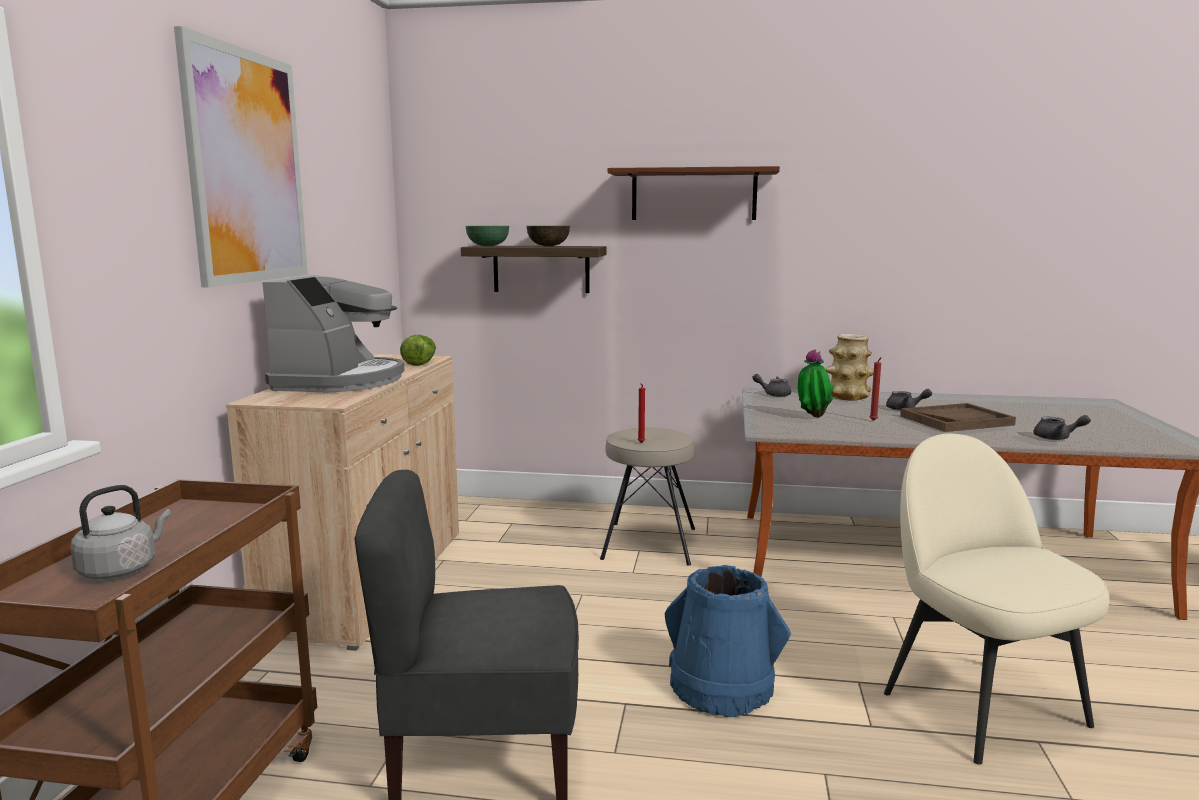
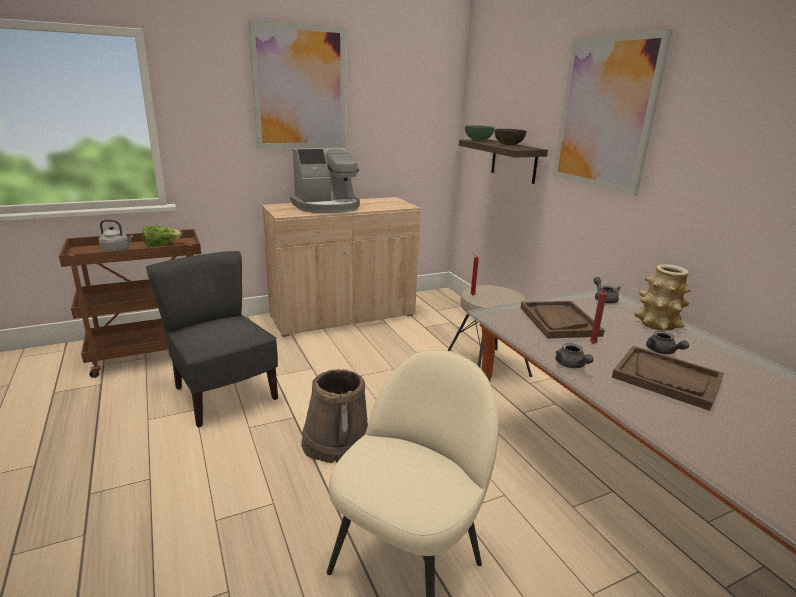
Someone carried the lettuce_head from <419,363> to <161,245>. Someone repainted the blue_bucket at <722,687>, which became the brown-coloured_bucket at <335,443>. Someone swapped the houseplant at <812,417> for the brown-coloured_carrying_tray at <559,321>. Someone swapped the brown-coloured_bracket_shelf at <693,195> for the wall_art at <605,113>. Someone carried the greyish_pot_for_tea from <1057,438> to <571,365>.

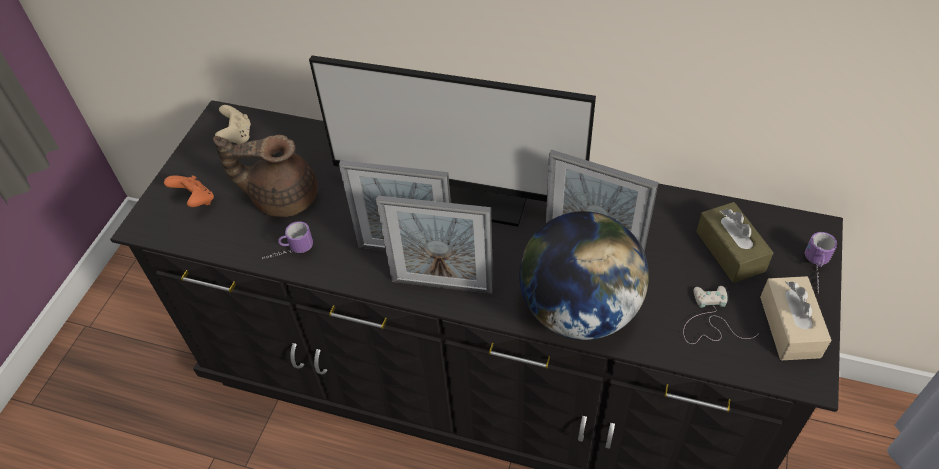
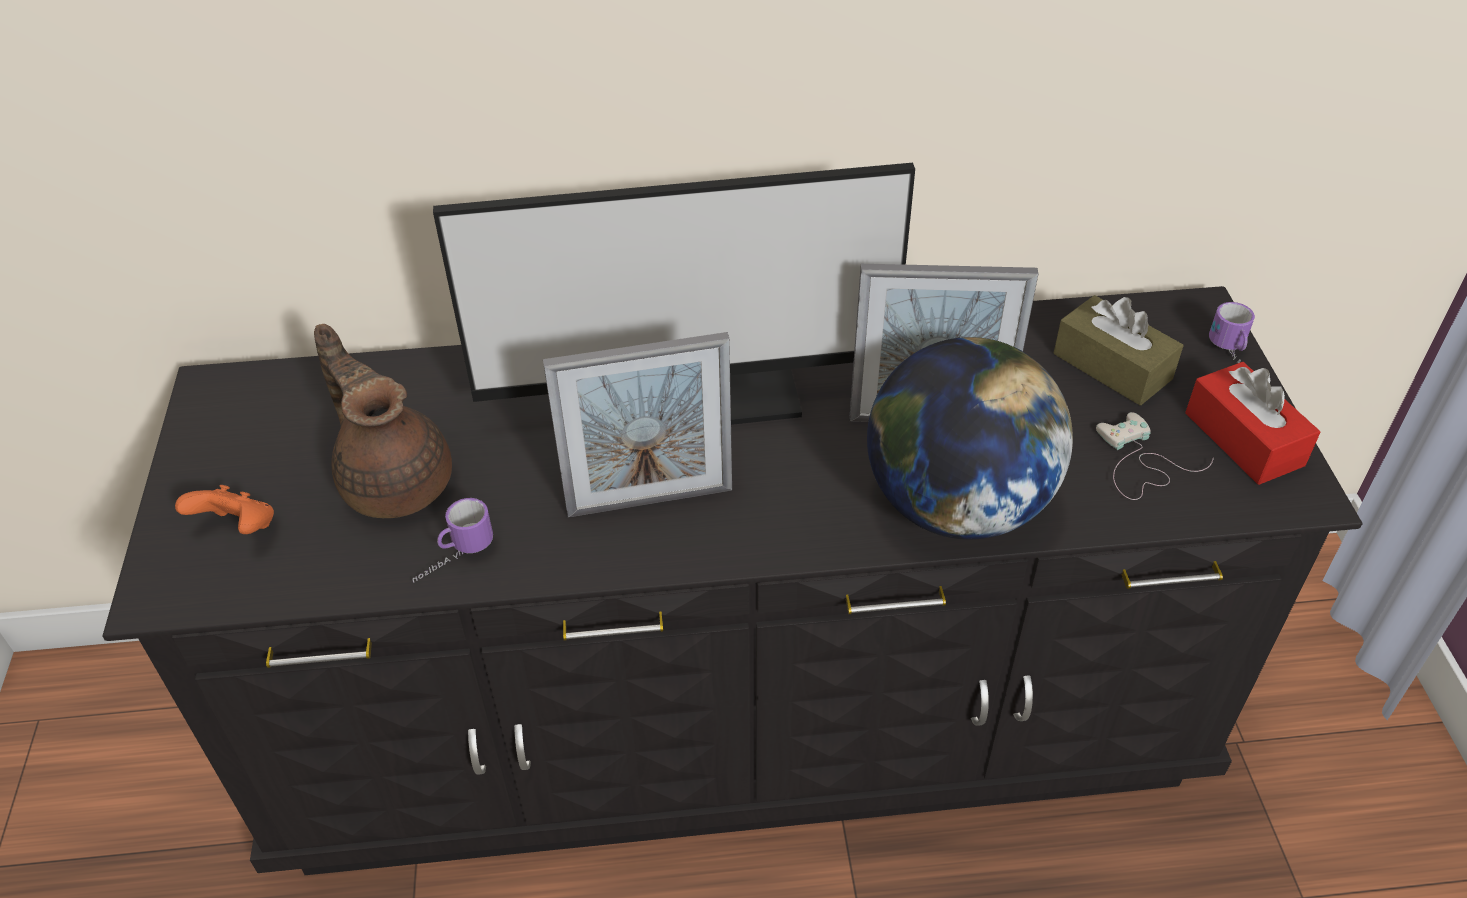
Someone rotated the brown-coloured_pot_for_tea at <283,197> by 75 degrees clockwise. Someone repainted the sand-coloured_tissue_holder at <789,326>, which became the red_tissue_holder at <1243,439>. Someone took away the sand-coloured_game_controller at <237,136>. Someone took away the standing_frame at <442,285>.

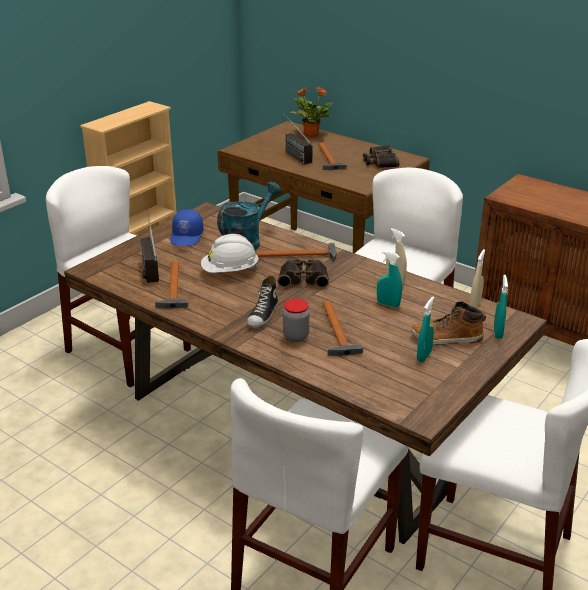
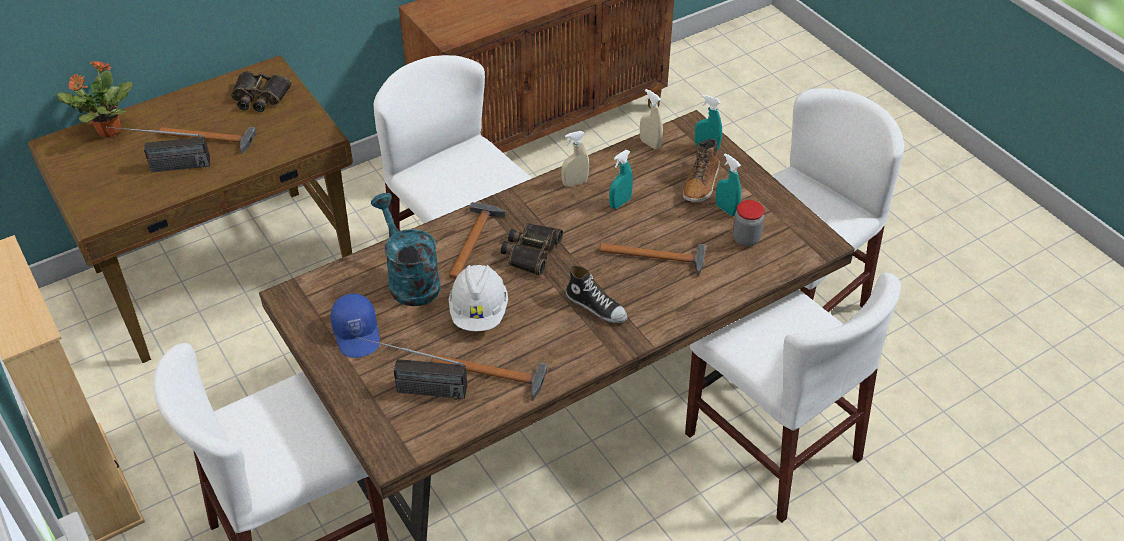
Someone rotated the blue_cap at <187,237> by 45 degrees clockwise. Someone carried the storage_jar from <296,336> to <746,239>.

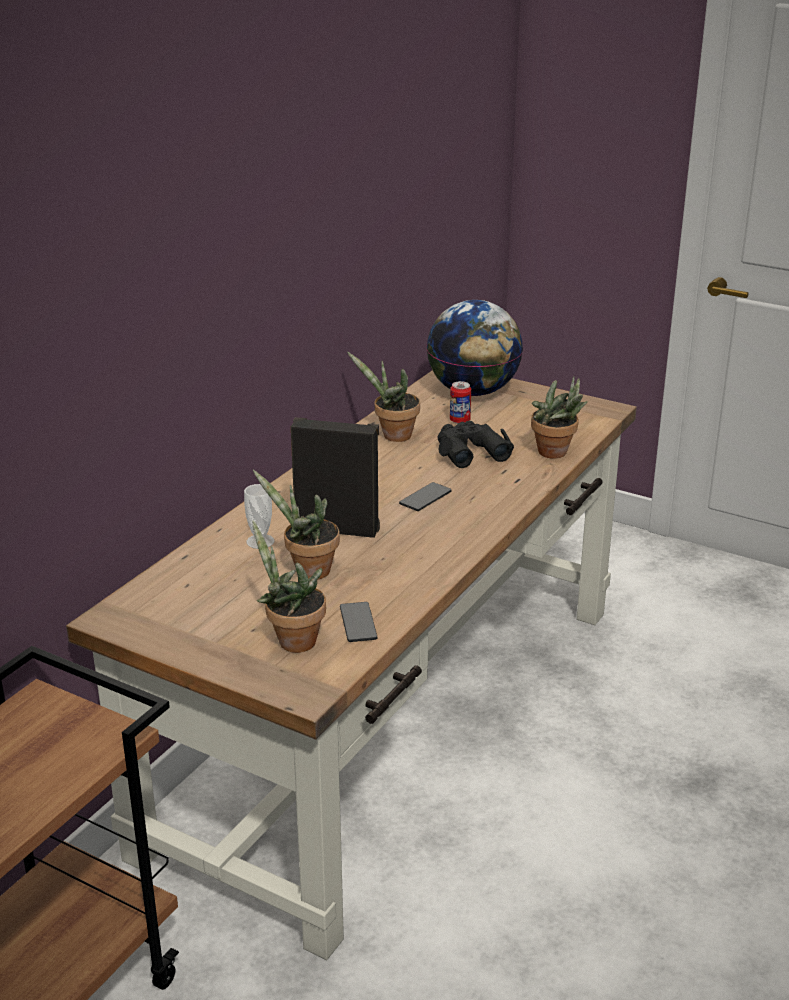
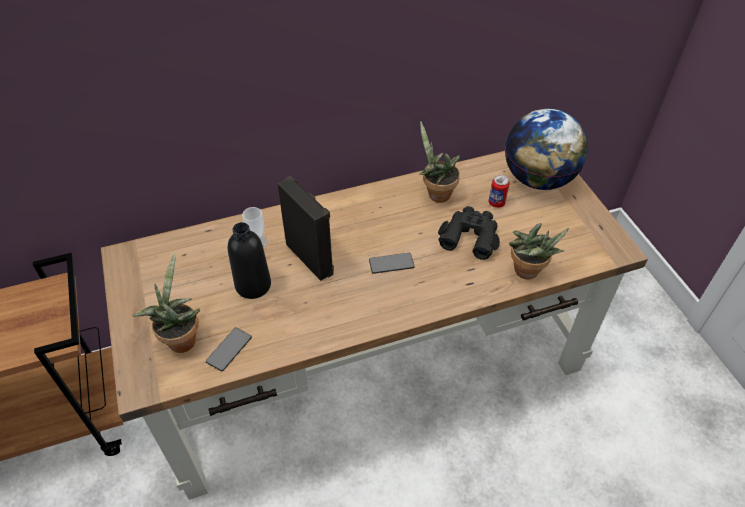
Someone swapped the houseplant at <307,571> for the black-coloured_beverage_bottle at <253,285>.

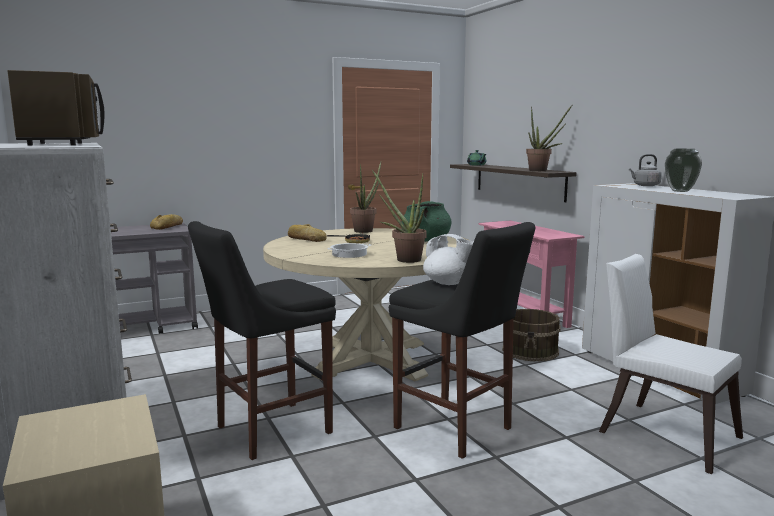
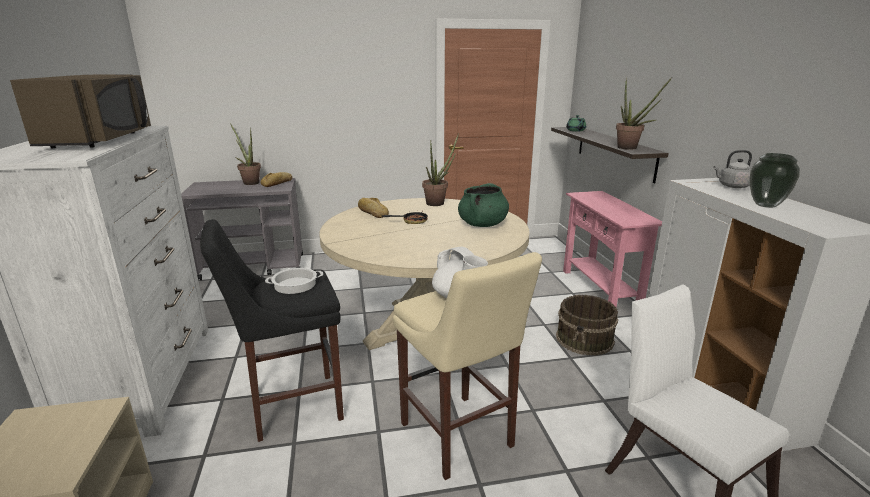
Someone carried the houseplant from <404,259> to <249,182>. Someone carried the saucepot from <349,254> to <295,285>. Someone repainted the black-coloured_sitting_stool at <457,430>, which became the sand-coloured_sitting_stool at <459,438>.

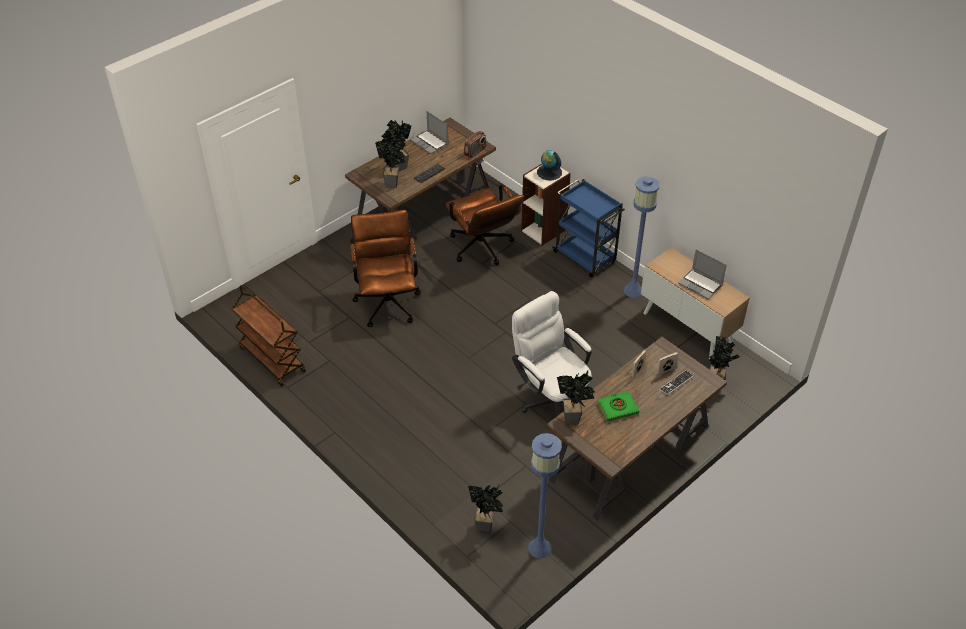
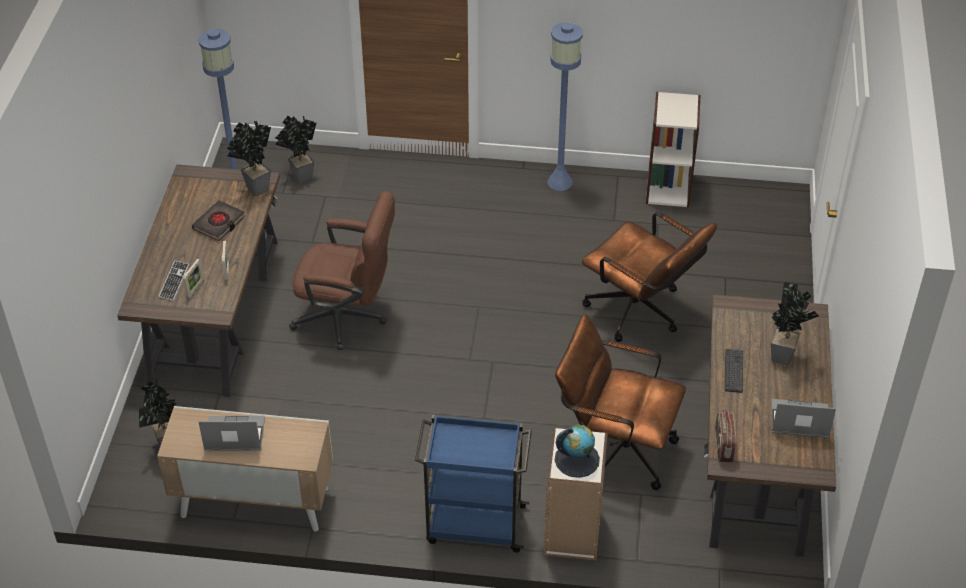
Someone repainted the greenish_bound_book at <617,408>, which became the black-coloured_bound_book at <219,223>. Someone repainted the whitish_office_chair at <550,397>, which became the brown-coloured_office_chair at <347,318>. Someone carried the blue_floor_lamp from <633,290> to <559,182>. Someone swapped the brown-coloured_trolley at <271,359> for the shelving_unit at <668,188>. Someone took away the houseplant at <394,185>.

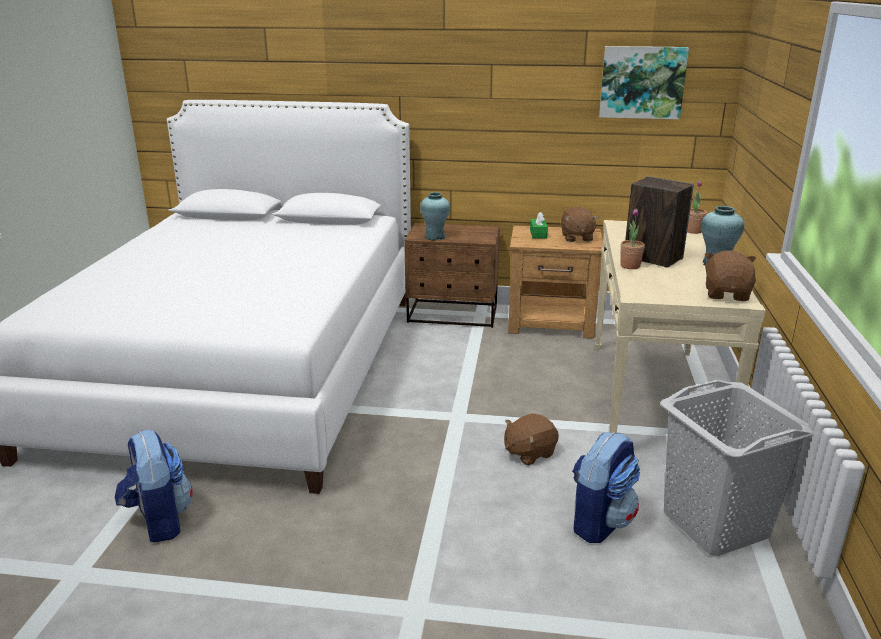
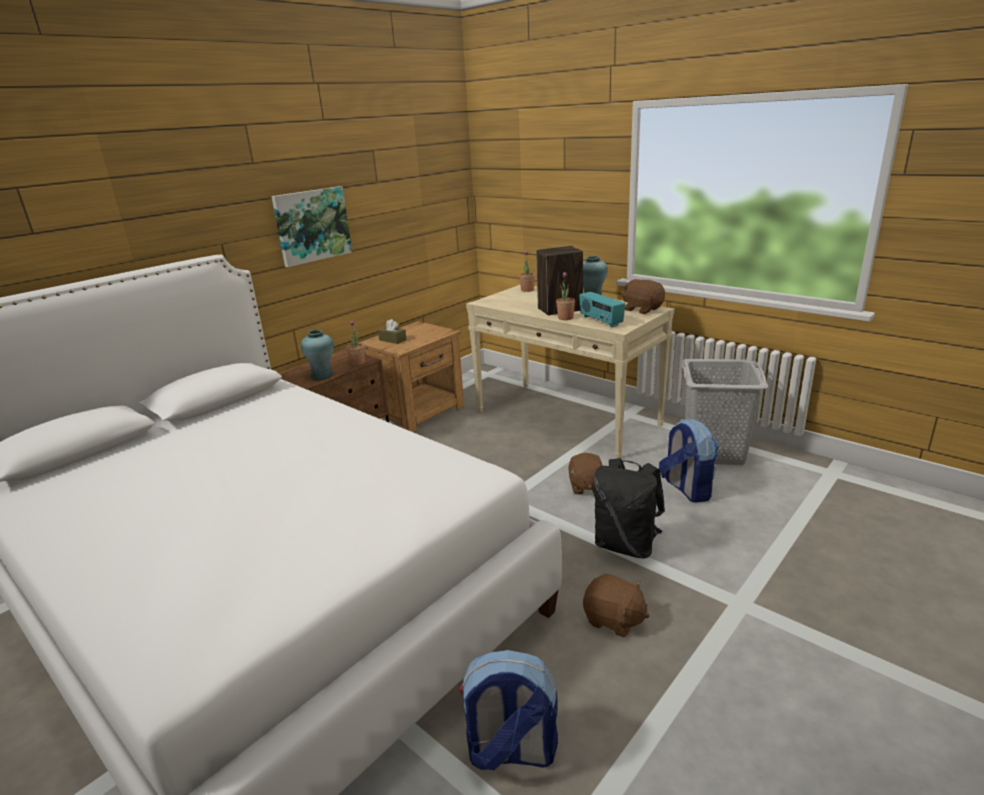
Someone carried the wall_art from <642,82> to <312,225>. Someone put down the houseplant at <357,363>. Someone repainted the greenish_tissue_holder at <538,234>, which became the brown-coloured_tissue_holder at <392,340>. Someone put down the radio_set at <600,321>. Someone carried the brown-coloured_plush_toy from <576,238> to <614,619>. Someone put down the black-coloured_rucksack at <626,545>.

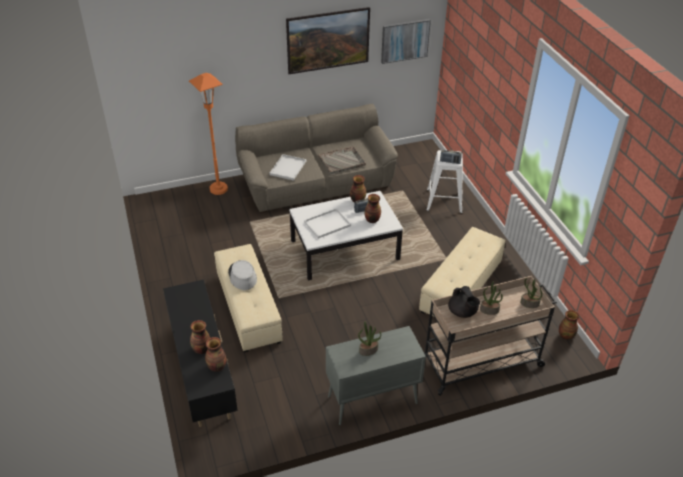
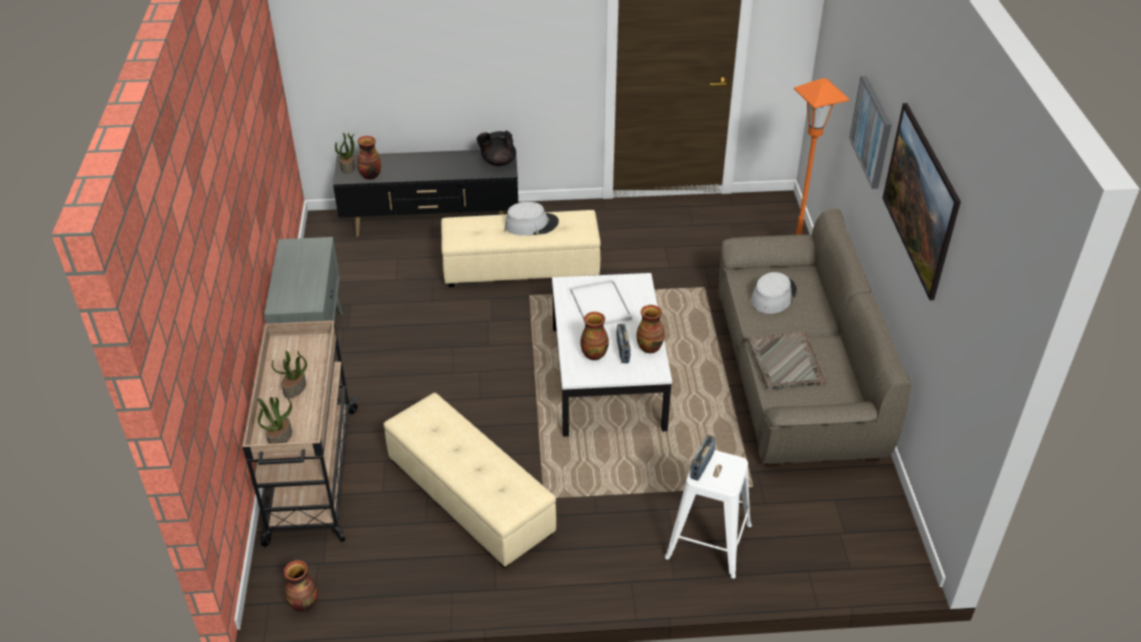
Someone carried the houseplant from <368,350> to <348,167>. Someone carried the black-coloured_pot_for_tea from <462,312> to <498,162>. Someone swapped the whitish_carrying_tray at <288,168> for the greyish_clothing_hat at <773,296>. Someone carried the wall_art from <405,40> to <872,131>. Someone took away the decorative_vase at <201,349>.

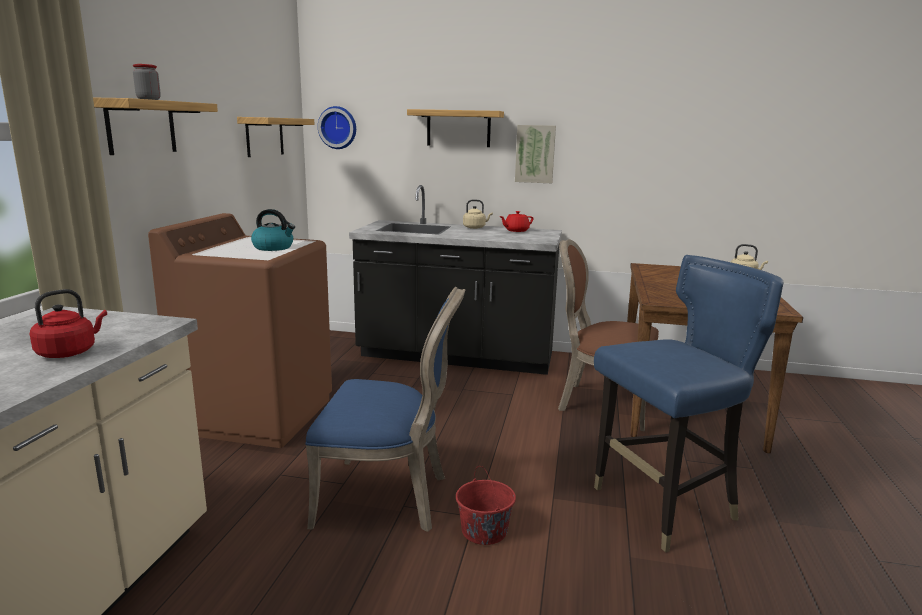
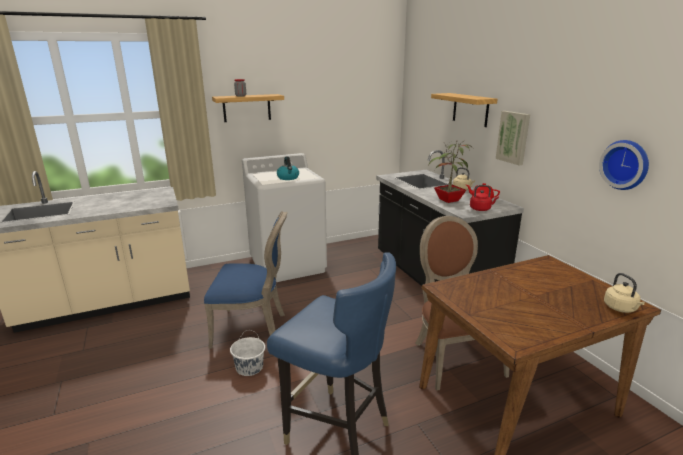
Someone rotated the blue_chair at <388,497> by 60 degrees counterclockwise. Someone repainted the red_bucket at <484,531>, which became the whitish_bucket at <249,367>. Someone repainted the brown-coloured_washing_machine at <258,414>, which became the whitish_washing_machine at <288,265>. Someone put down the houseplant at <447,200>. Someone carried the red_kettle from <69,352> to <481,209>. Someone carried the clock_on_the_wall from <338,127> to <626,164>. Someone took away the bracket_shelf at <264,136>.

